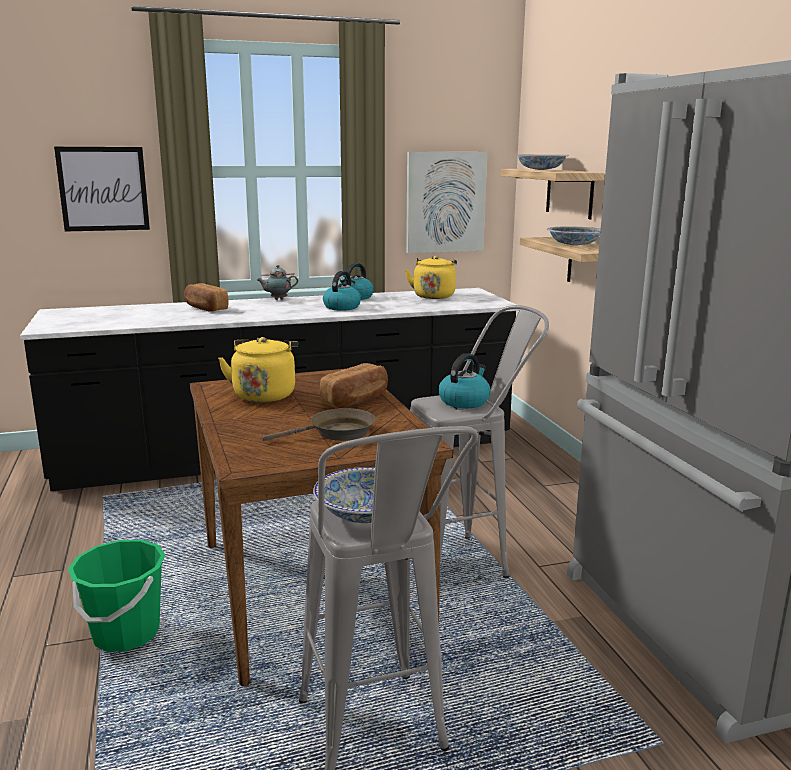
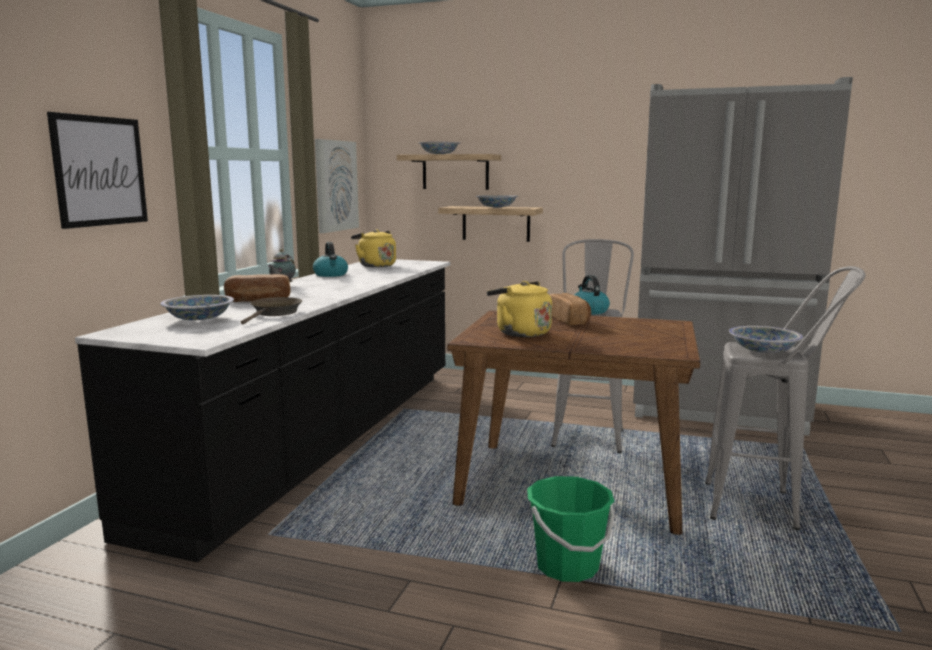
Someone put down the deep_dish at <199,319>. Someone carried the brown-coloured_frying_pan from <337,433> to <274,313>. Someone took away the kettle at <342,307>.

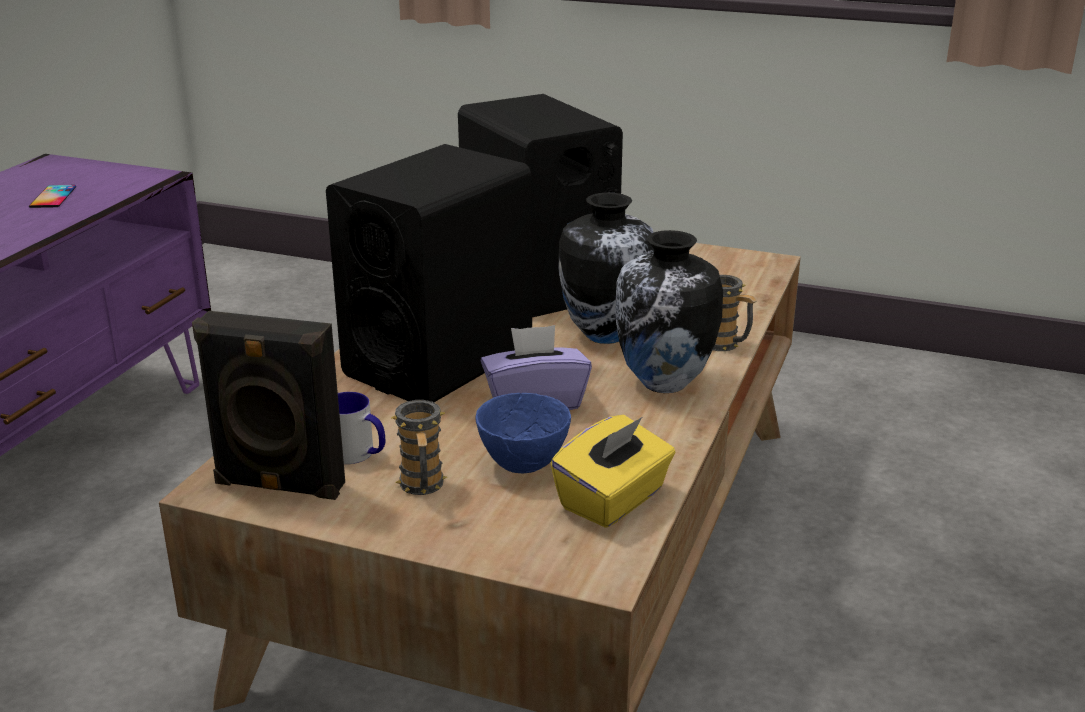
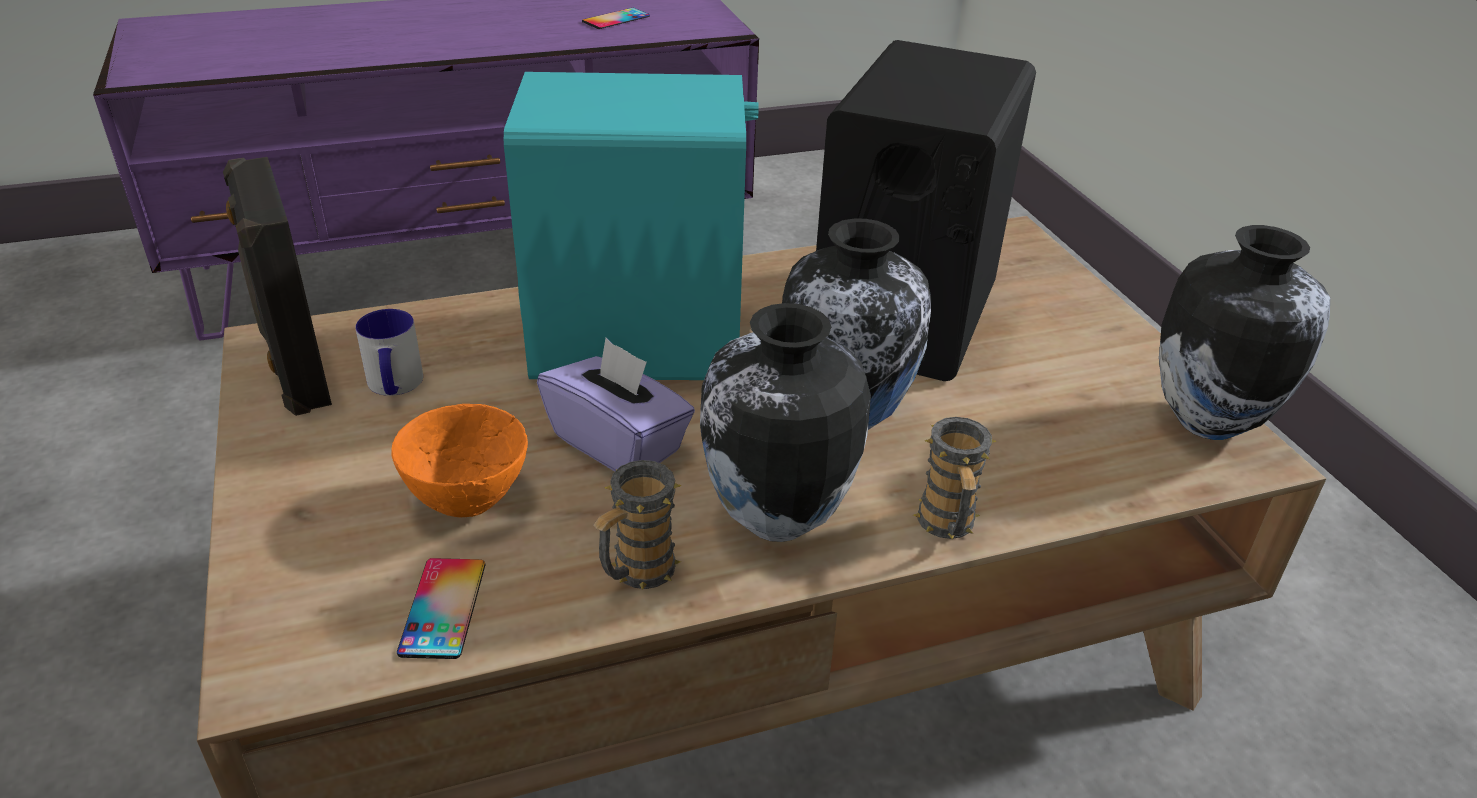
Someone repainted the blue_deep_dish at <521,464>, which became the orange_deep_dish at <468,499>. Someone swapped the yellow-coloured_tissue_holder at <613,500> for the handset at <443,608>. Someone repainted the black-coloured_speaker at <439,361>, which became the blue-green_speaker at <639,341>. Someone carried the tea_mug from <422,487> to <636,573>. Someone put down the decorative_vase at <1207,421>.

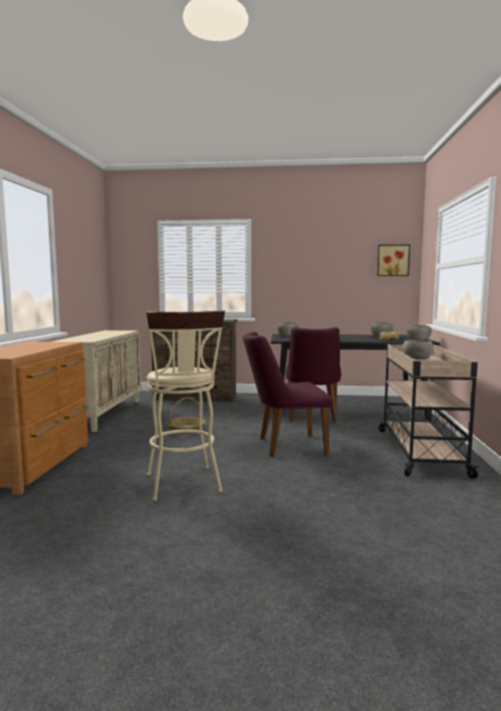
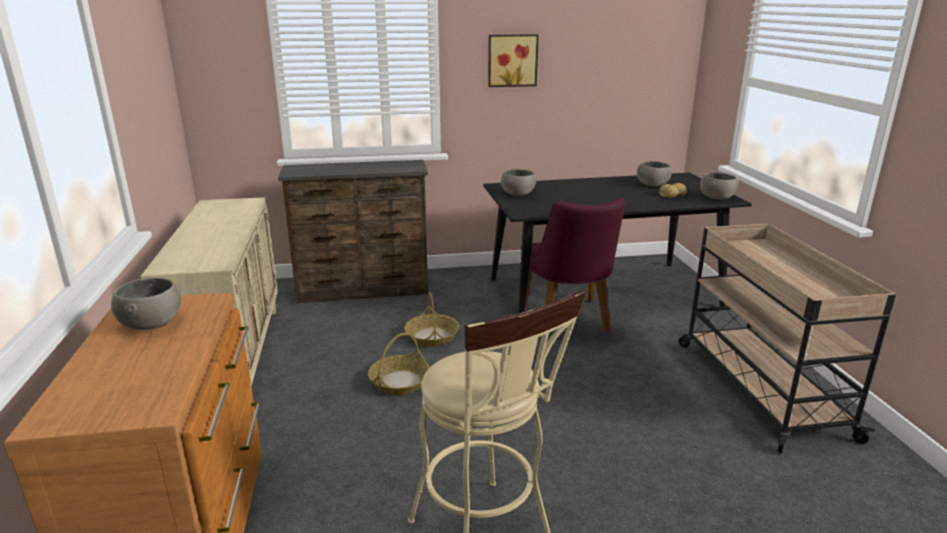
Someone carried the greyish_deep_dish from <417,359> to <150,323>. Someone put down the basket at <432,336>. Someone carried the wall_art from <393,260> to <512,60>. Someone took away the purple-coloured_chair at <285,446>.

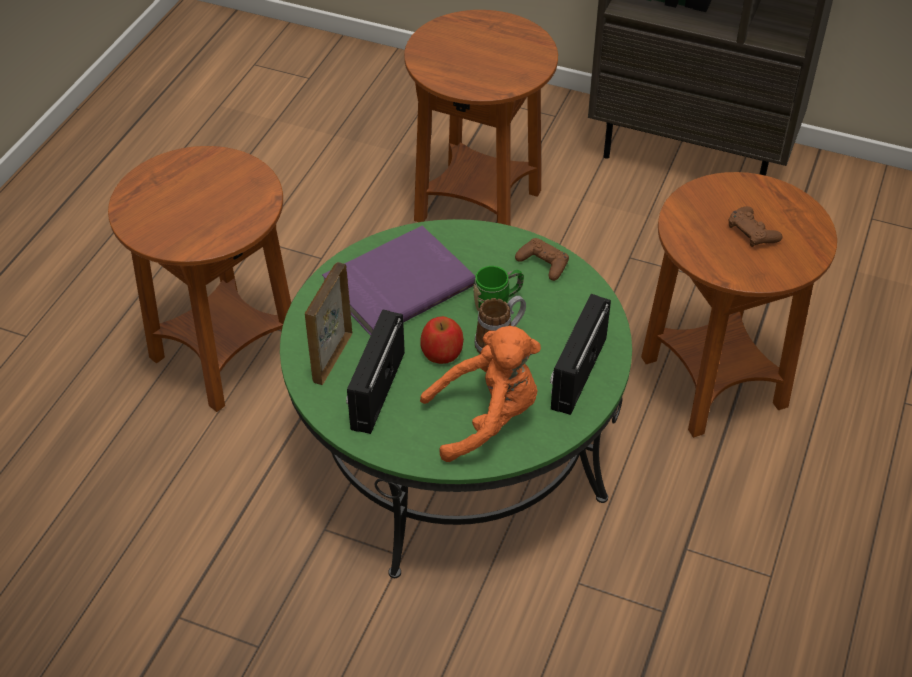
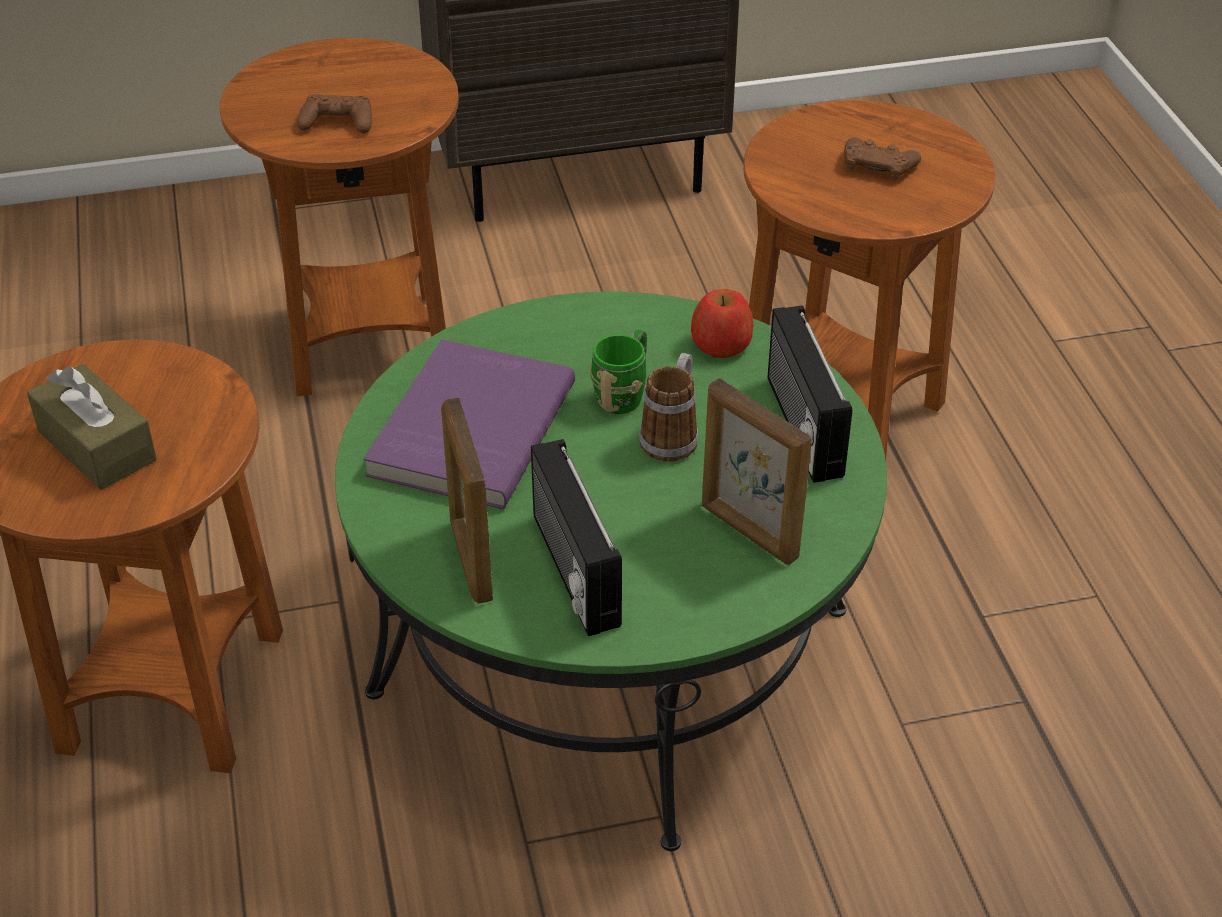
Someone put down the brown-coloured_tissue_holder at <97,445>. Someone carried the brown-coloured_game_controller from <543,263> to <337,122>. Someone carried the apple_fruit from <442,352> to <721,344>. Someone swapped the orange_plush_toy at <487,418> for the standing_frame at <748,532>.

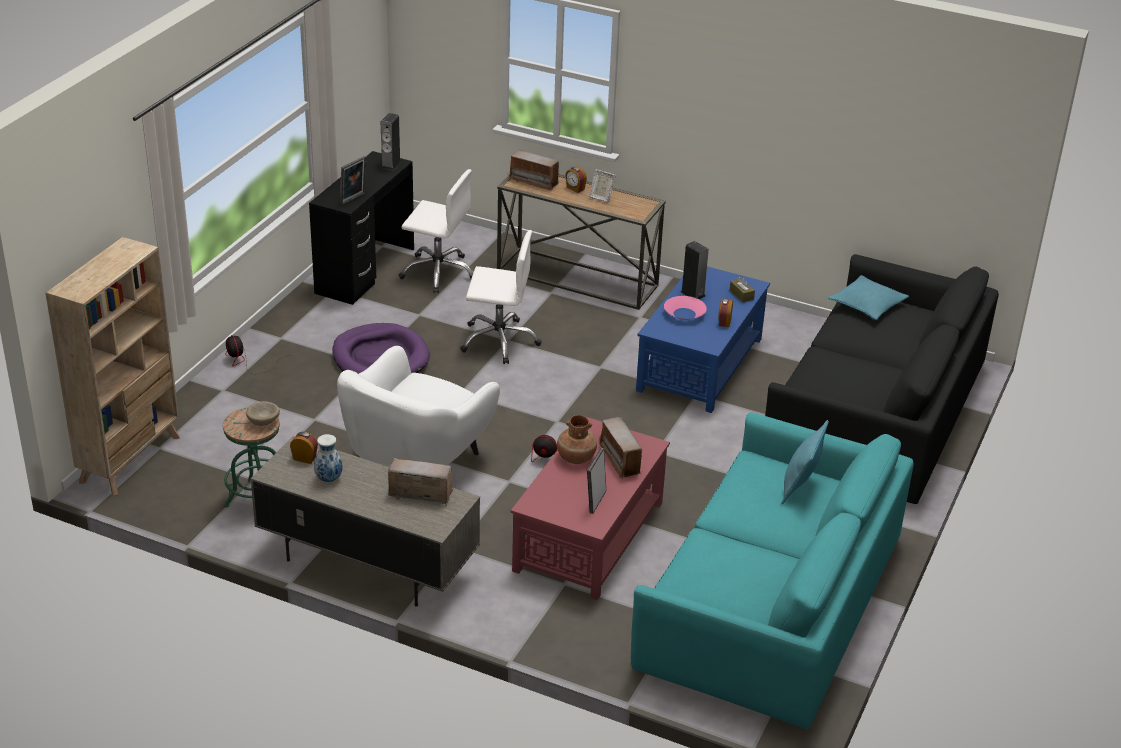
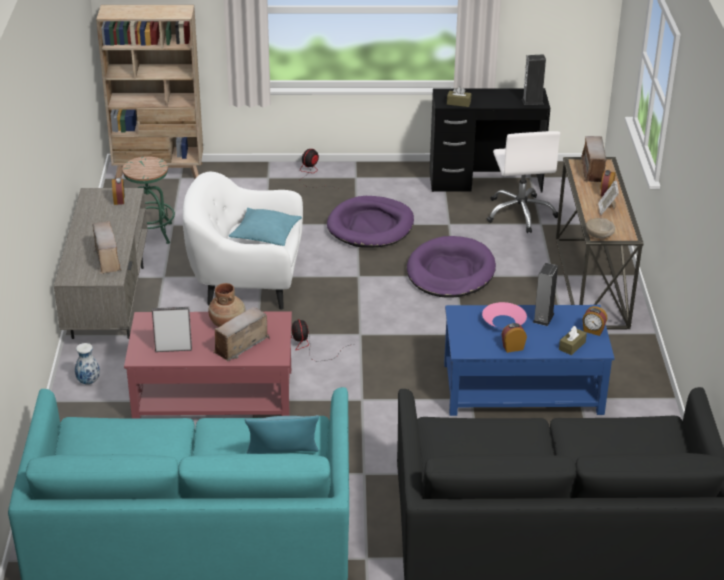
Someone carried the decorative_vase from <328,478> to <89,381>. Someone carried the blue-green_cushion from <867,305> to <265,234>. Someone swapped the whitish_office_chair at <499,340> for the purple-coloured_dog_cushion at <450,272>. Someone swapped the standing_frame at <354,199> for the brown-coloured_tissue_holder at <458,103>. Someone put down the table_clock at <593,331>. Someone carried the sand-coloured_deep_dish from <264,422> to <600,236>.

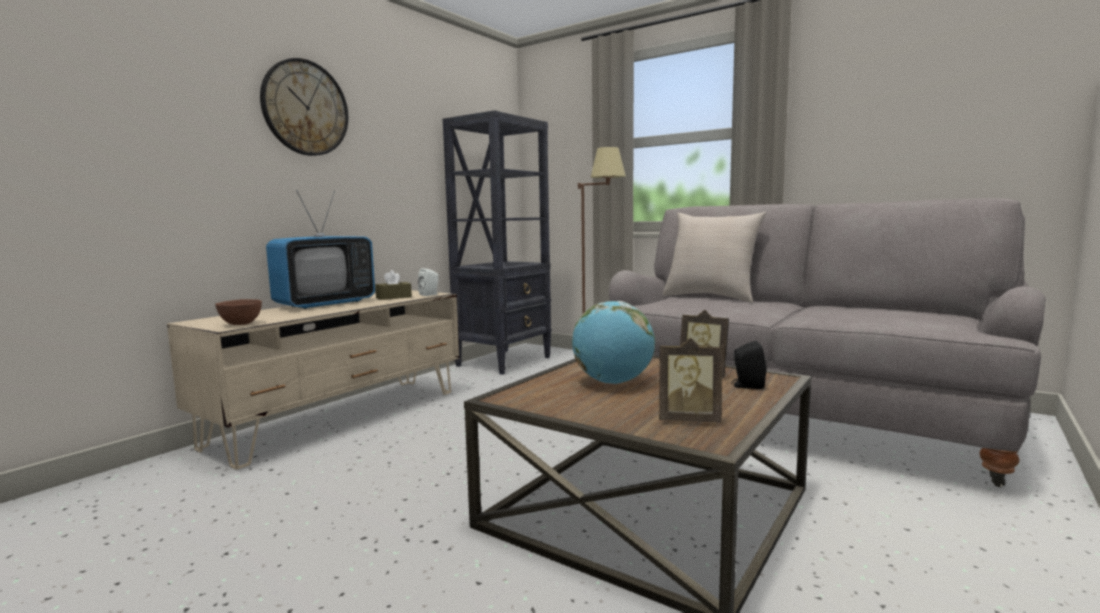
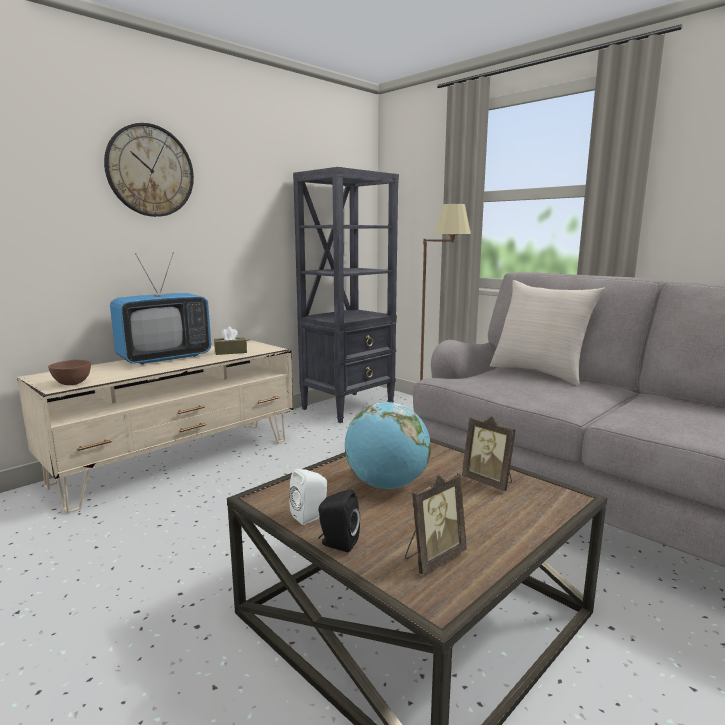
Someone carried the whitish_speaker from <430,295> to <311,516>. Someone carried the black-coloured_speaker from <747,386> to <337,543>. Someone rotated the standing_frame at <689,420> by 60 degrees counterclockwise.

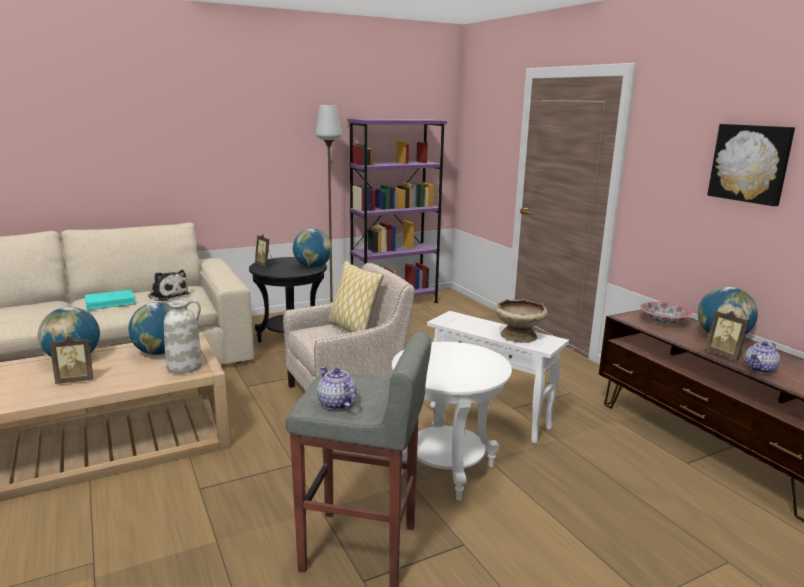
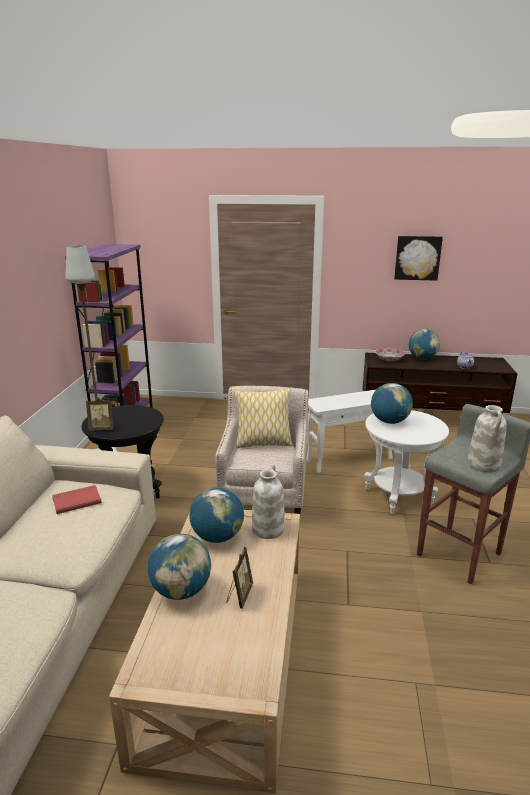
Someone swapped the plush_toy at <167,295> for the red_bound_book at <76,500>. Someone carried the world_globe from <313,267> to <389,421>. Someone swapped the pot_for_tea at <336,404> for the whitish_decorative_vase at <484,465>. Someone took away the blue-green_bound_book at <110,302>. Someone took away the sand-coloured_deep_dish at <519,335>. Someone took away the standing_frame at <724,355>.

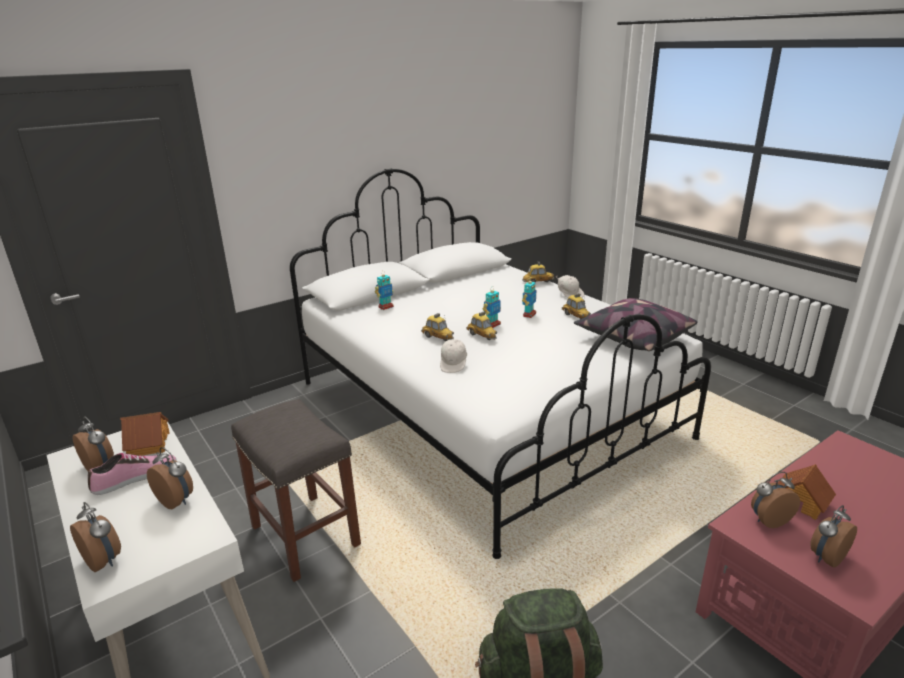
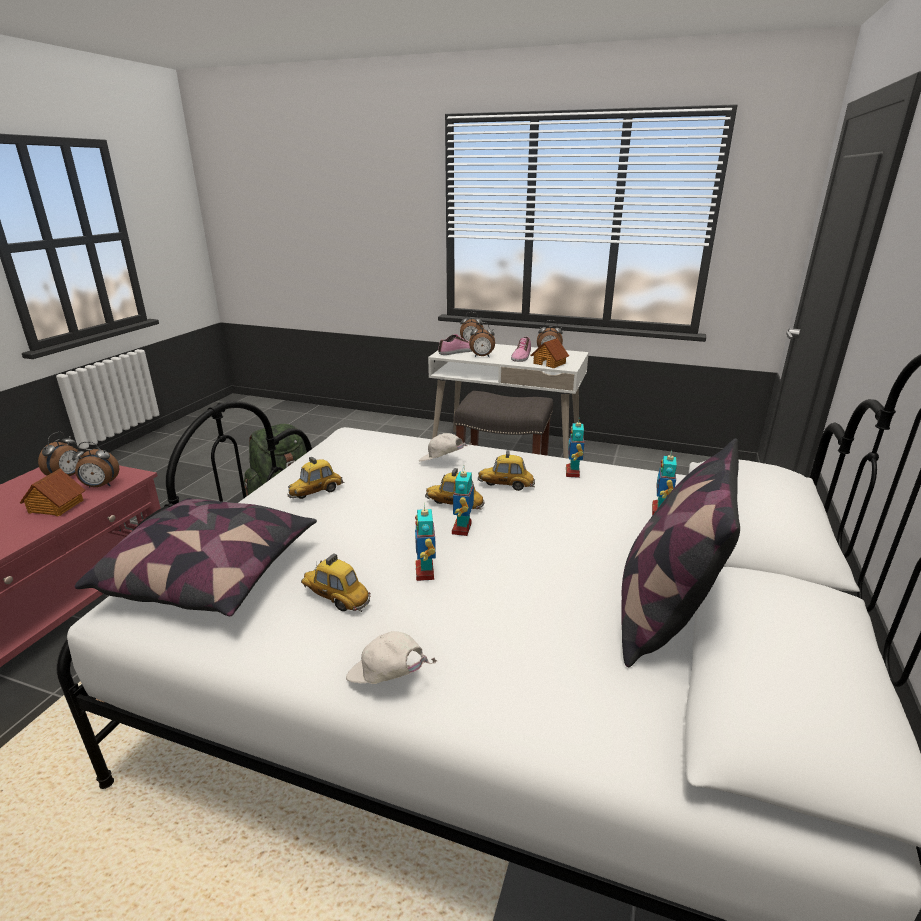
Someone rotated the table_clock at <768,520> by 45 degrees clockwise. Someone carried the miniature_car from <538,282> to <316,493>. Someone rotated the whitish_cap at <454,364> by 45 degrees counterclockwise. Someone put down the shoe at <459,351>. Someone put down the toy_robot at <573,472>. Someone put down the cushion at <663,614>.

